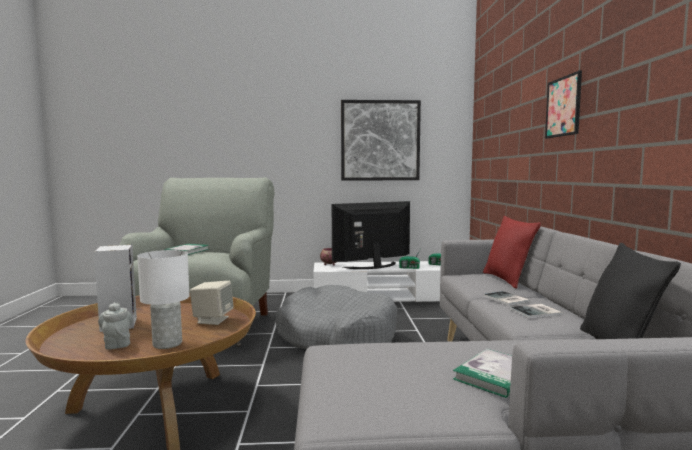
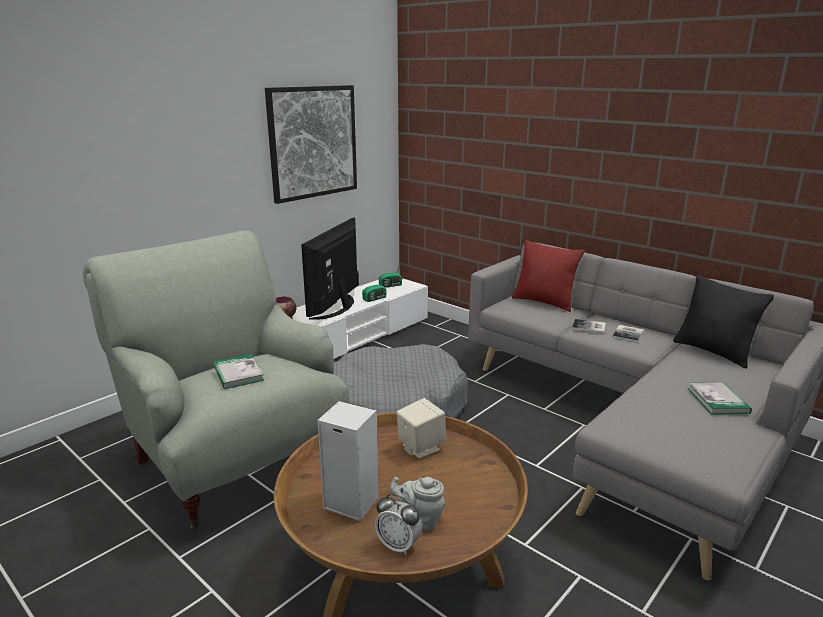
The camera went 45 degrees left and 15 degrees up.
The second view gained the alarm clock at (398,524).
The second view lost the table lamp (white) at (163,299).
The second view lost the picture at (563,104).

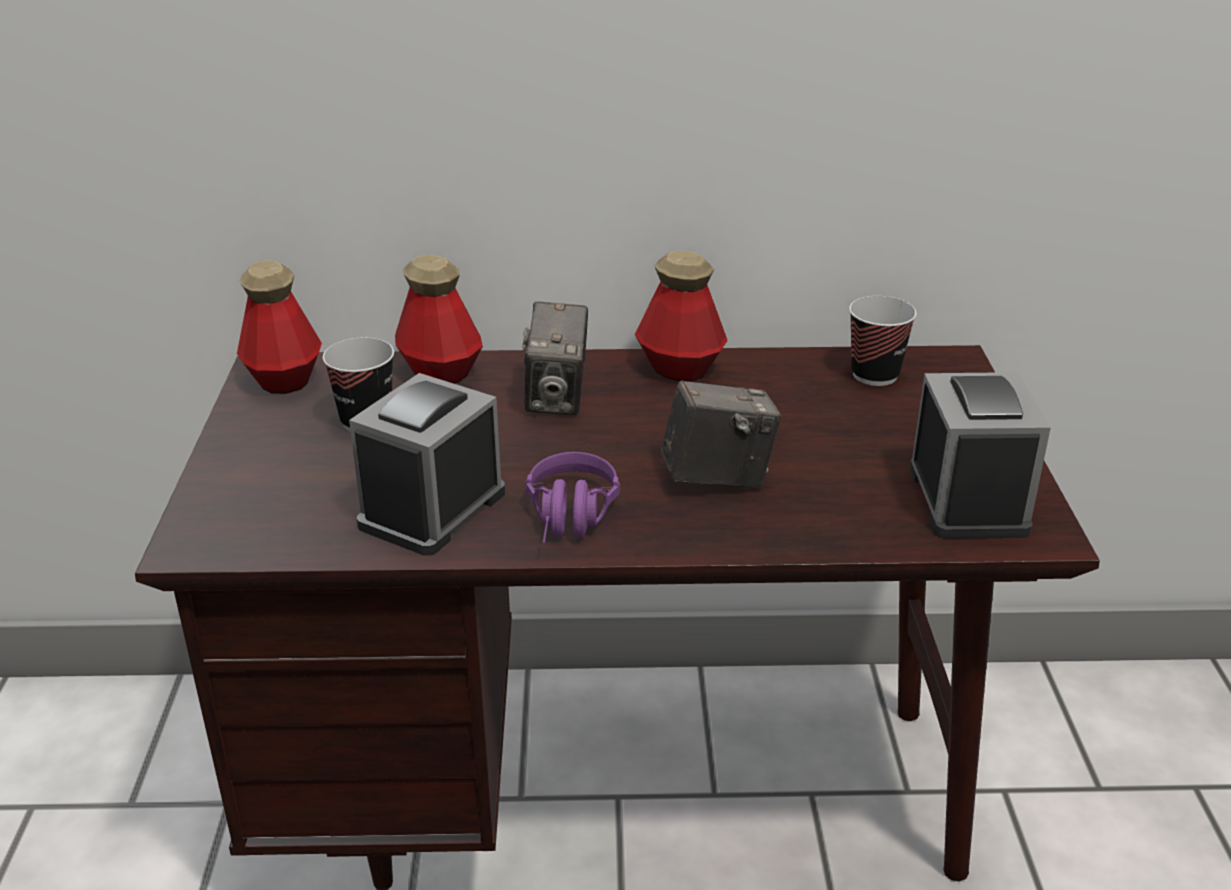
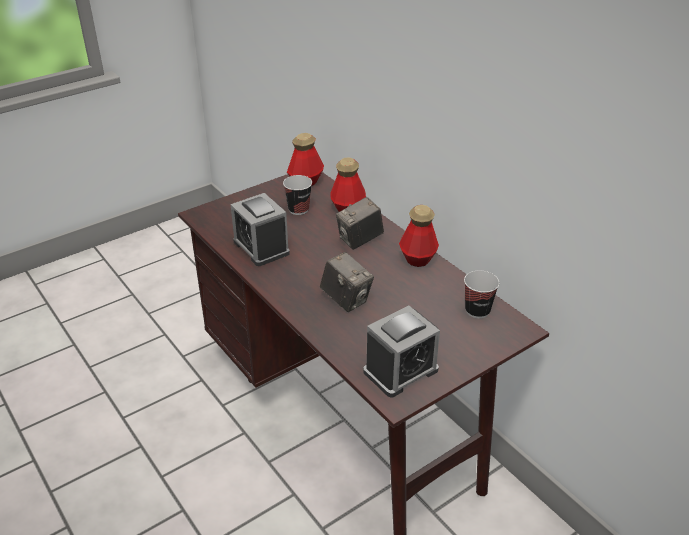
The camera went 55 degrees right and 5 degrees up.
The alarm clock at (427,464) ended up facing another way, 120 degrees counterclockwise from before.
The second view lost the headphones (purple) at (572,498).

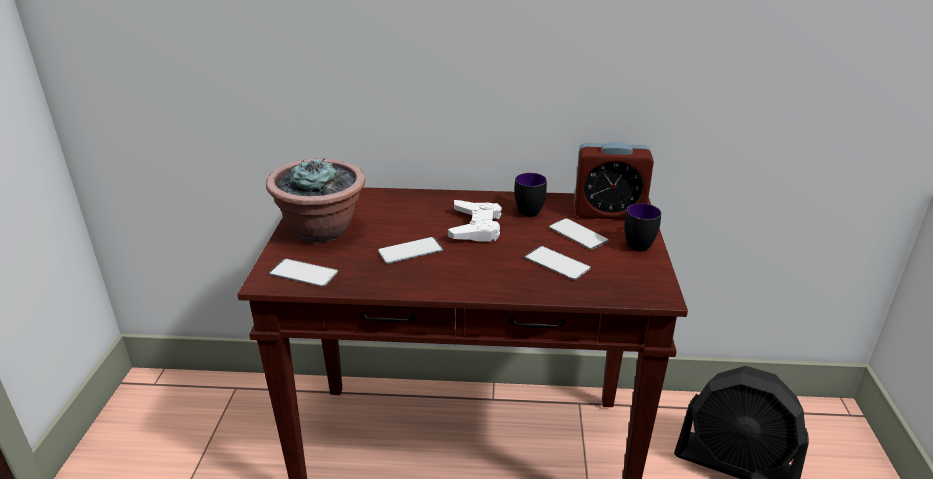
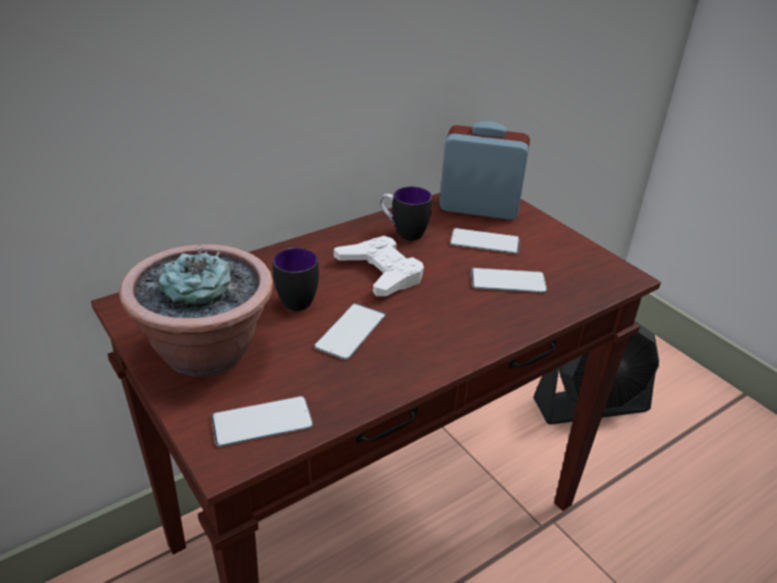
The camera went 40 degrees left and 5 degrees up.
The mug ended up elsewhere, having gone from (642,227) to (296,279).
The alarm clock at (614,181) ended up facing another way, 135 degrees counterclockwise from before.

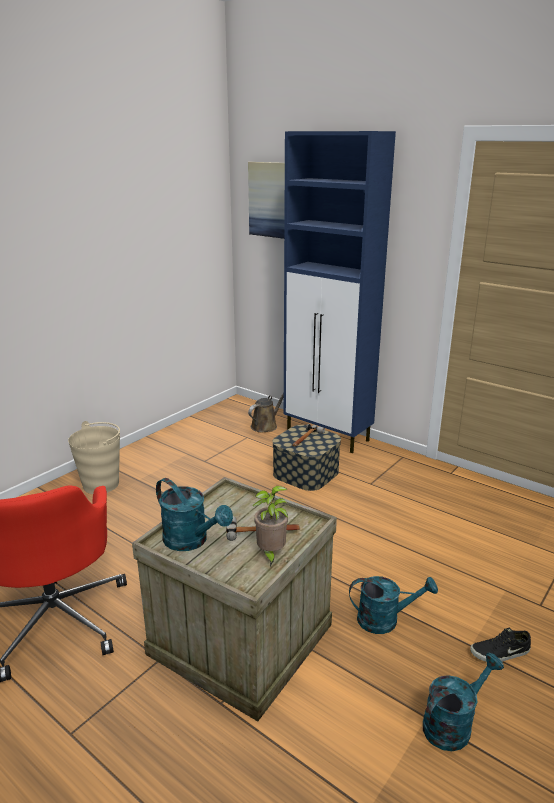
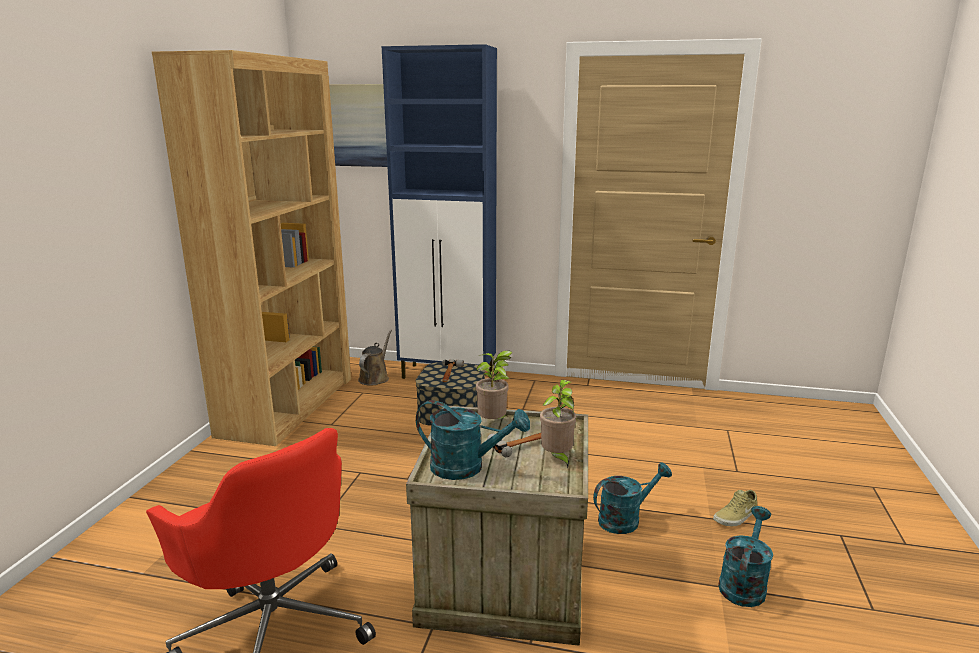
The camera went 25 degrees left and 5 degrees down.
The second view gained the bookcase (brown) at (251,248).
The second view gained the potted plant at (494,384).
What was the shoe (black) at (500,644) turned into the shoe (beige) at (735,508).
The second view lost the bucket (beige) at (94,457).

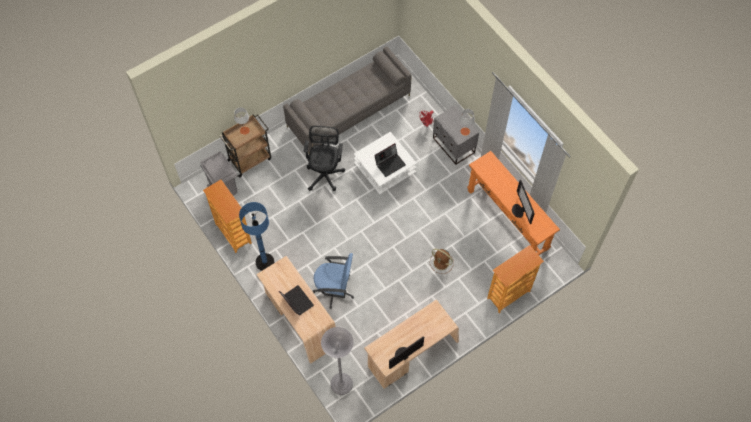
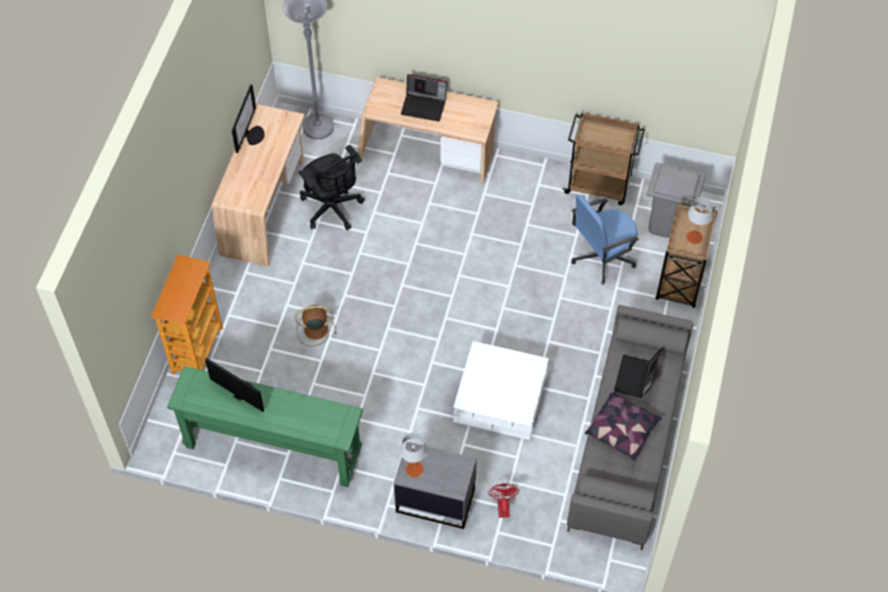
The camera went 140 degrees right and 5 degrees down.
What was the console table (orange) at (513,203) turned into the console table (green) at (265,426).
The office chair (black) ended up elsewhere, having gone from (324,158) to (331,187).
Where the bookcase stood at (227,216), the cart (brown) came to stand at (603,158).
The office chair (blue) ended up elsewhere, having gone from (333,281) to (605,240).
The second view gained the pillow at (624,425).
The laptop ended up elsewhere, having gone from (390,160) to (637,374).
The second view lost the floor lamp (blue) at (256,236).

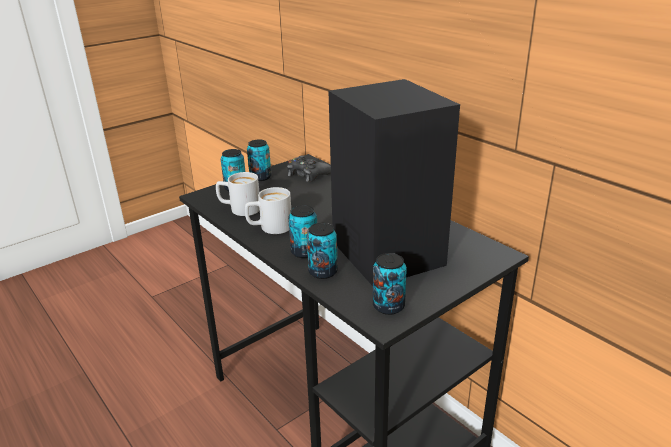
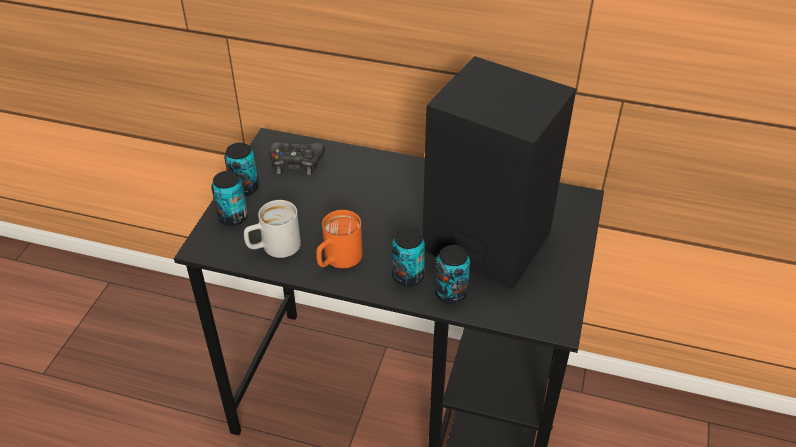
The camera went 35 degrees left and 15 degrees up.
What was the mug (white) at (268,210) turned into the mug (orange) at (339,239).
The second view lost the can at (390,284).

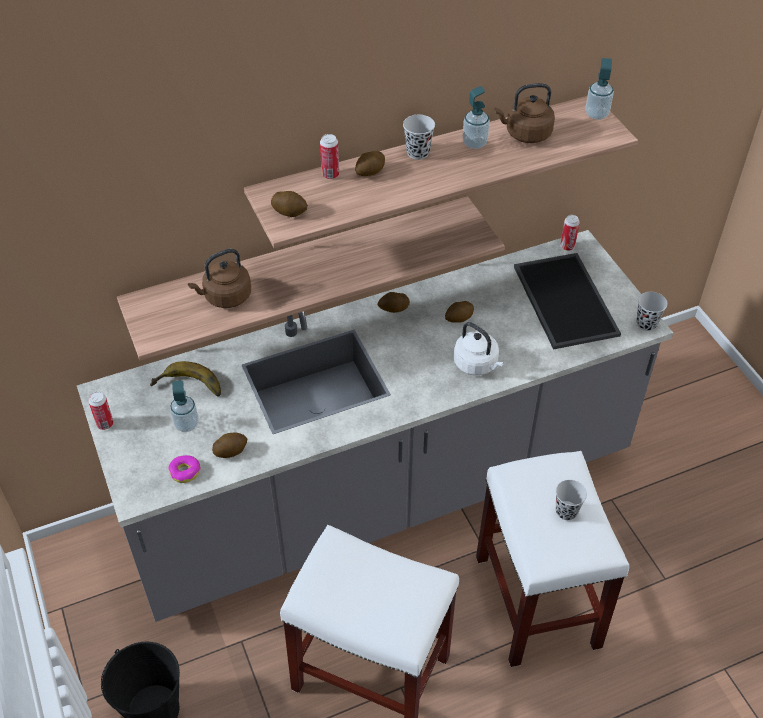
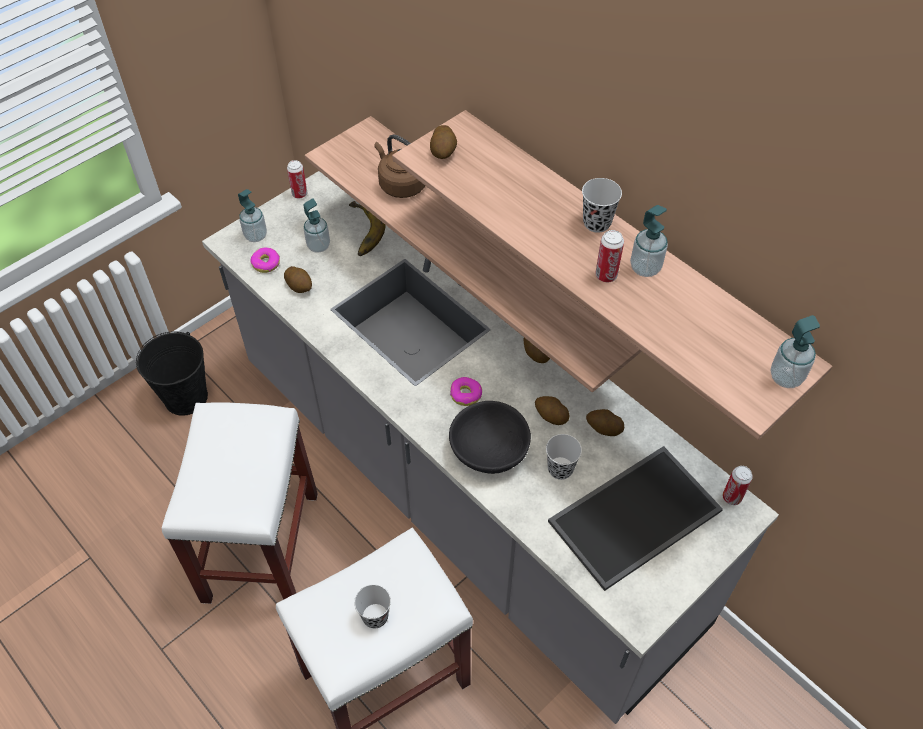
The camera went 70 degrees right and 5 degrees up.
The second view gained the soap dispenser at (252,215).
Where the kettle (white) stood at (479,349), the bowl (black) came to stand at (490,437).
The second view gained the donut at (466,391).
The cup (black) ended up elsewhere, having gone from (651,311) to (564,457).
The potato ended up elsewhere, having gone from (370,163) to (605,422).
The can ended up elsewhere, having gone from (329,156) to (609,256).
The second view lost the kettle (brown) at (524,113).

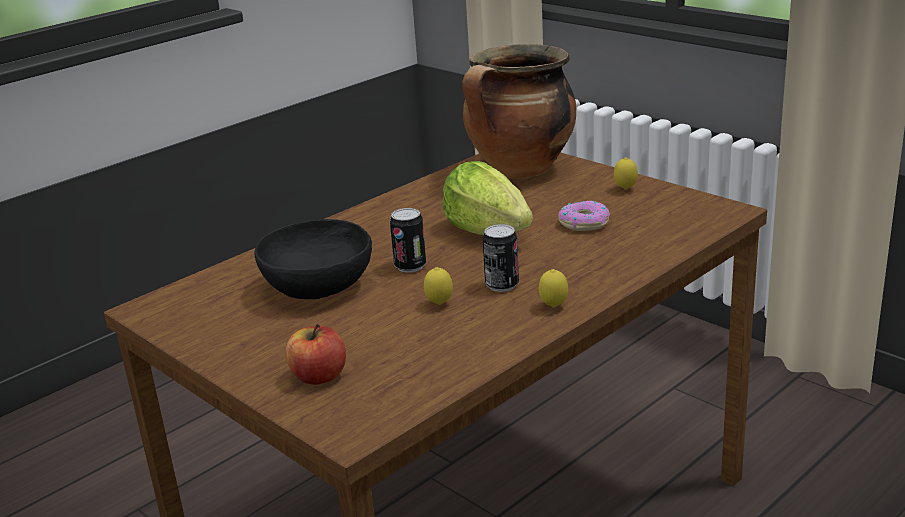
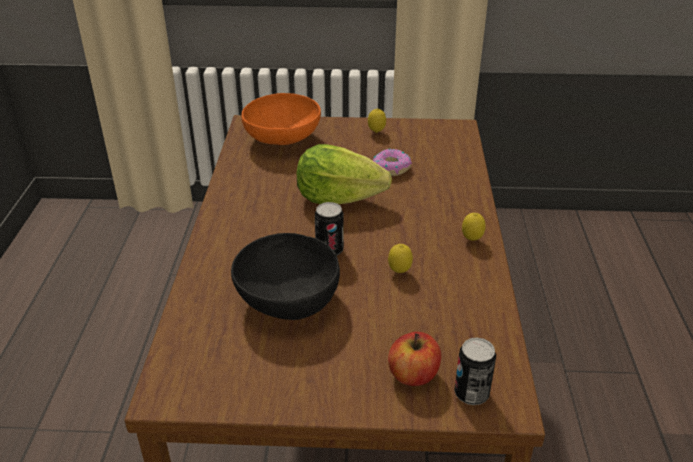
The camera went 45 degrees left and 10 degrees up.
Where the cooking pot stood at (519,111), the bowl (orange) came to stand at (281,119).
The can ended up elsewhere, having gone from (501,258) to (475,371).

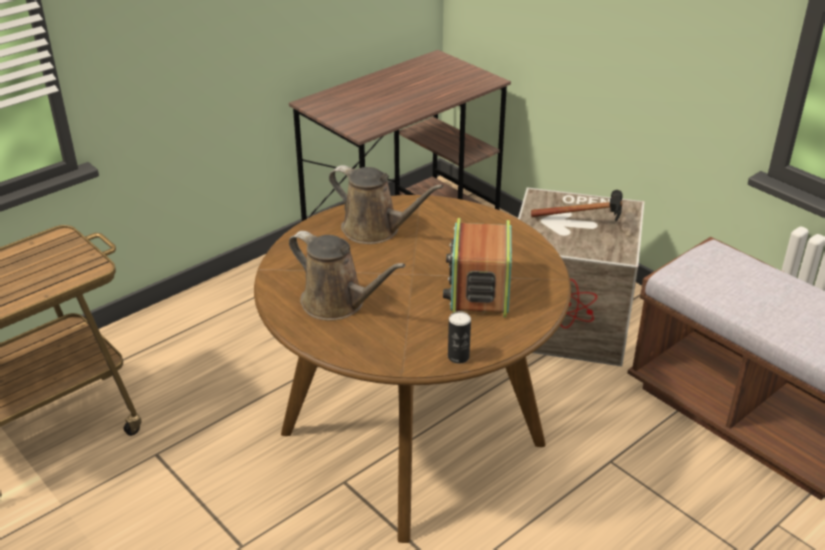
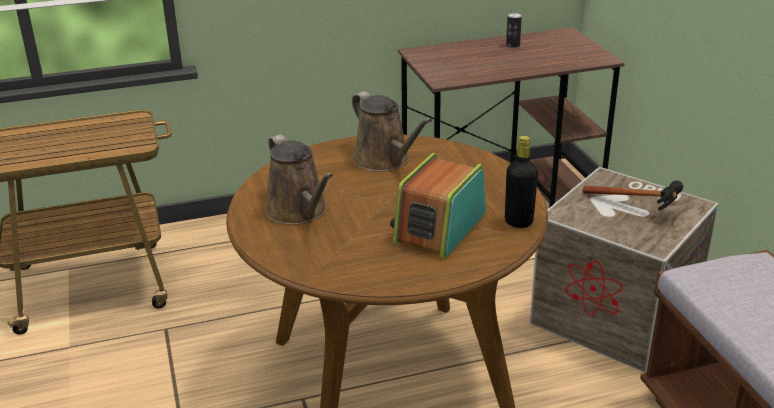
The camera went 25 degrees right and 5 degrees down.
The second view gained the bottle (black) at (521,182).
The can ended up elsewhere, having gone from (459,337) to (514,30).

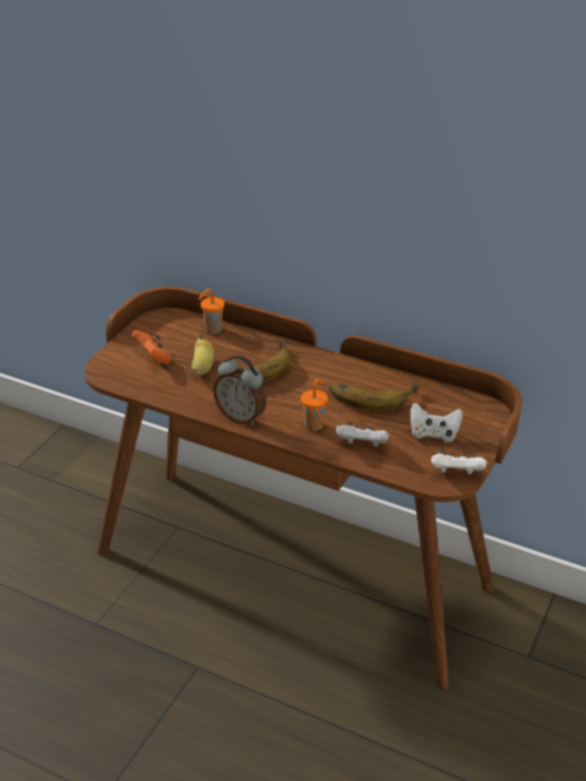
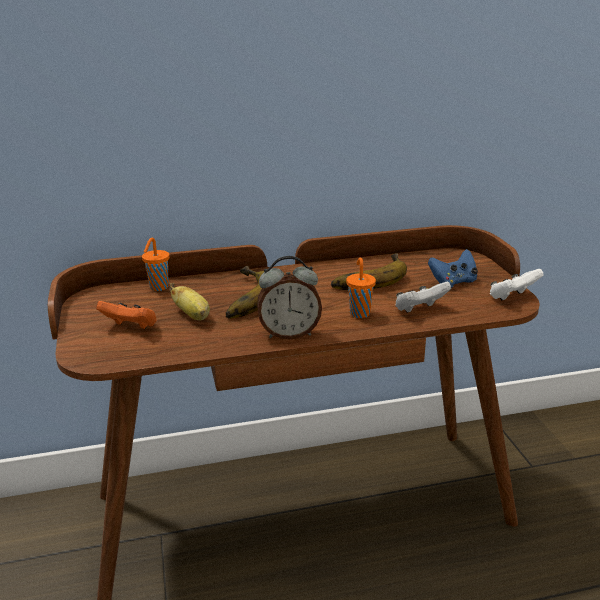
The camera went 40 degrees left and 10 degrees down.
What was the game controller (white) at (436,423) turned into the game controller (blue) at (453,268).

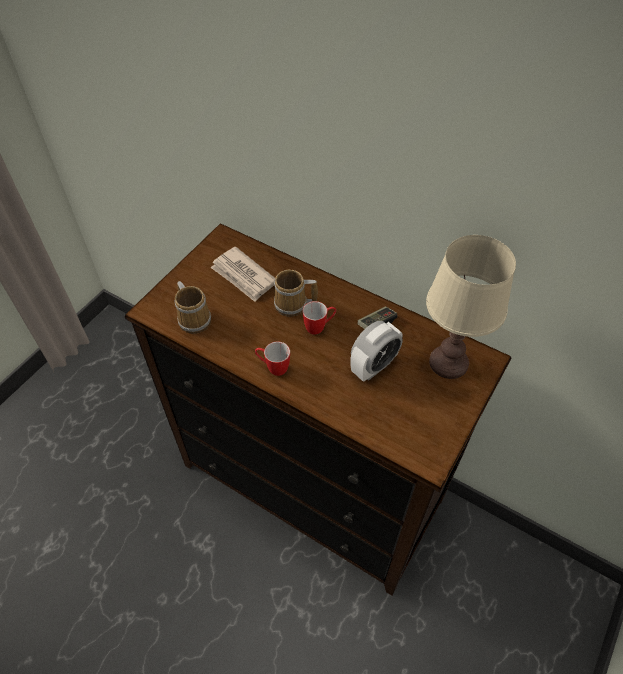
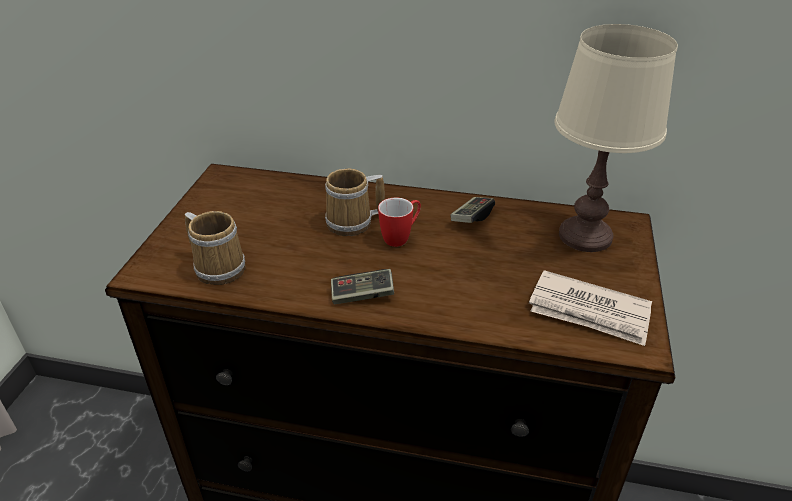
The camera went 20 degrees left and 15 degrees down.
Where the mug stood at (272,358), the game controller came to stand at (362,287).
The newspaper ended up elsewhere, having gone from (242,274) to (590,308).
The second view lost the alarm clock at (376,351).

